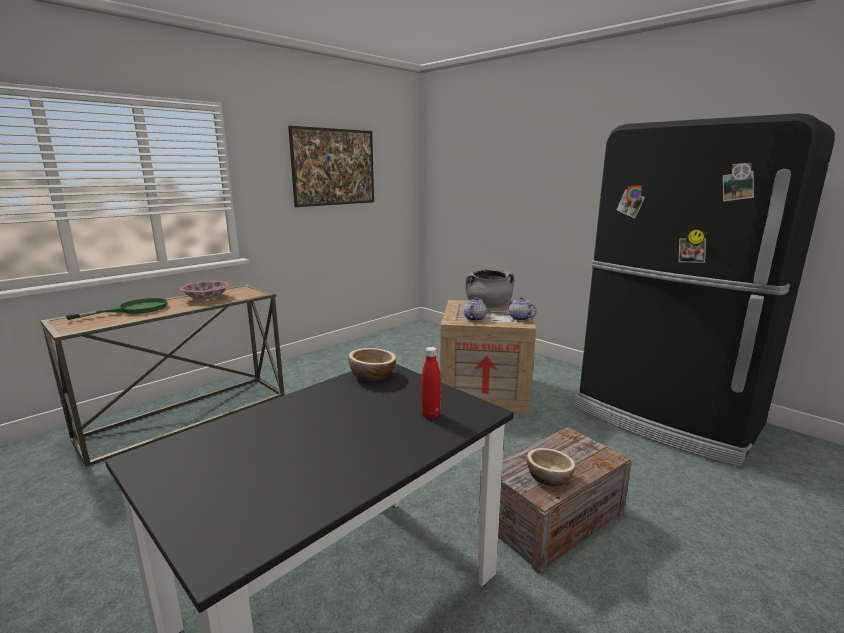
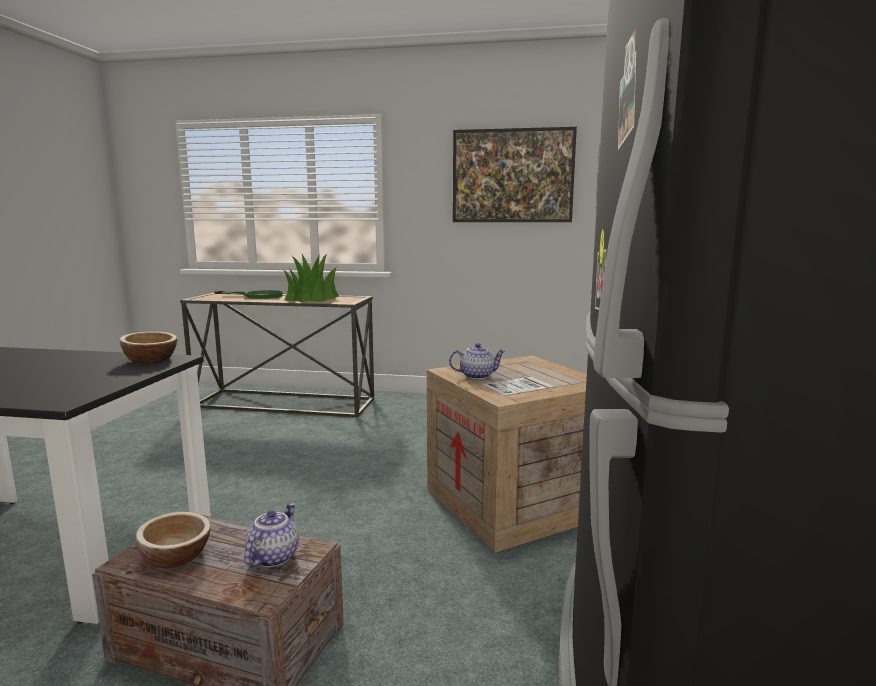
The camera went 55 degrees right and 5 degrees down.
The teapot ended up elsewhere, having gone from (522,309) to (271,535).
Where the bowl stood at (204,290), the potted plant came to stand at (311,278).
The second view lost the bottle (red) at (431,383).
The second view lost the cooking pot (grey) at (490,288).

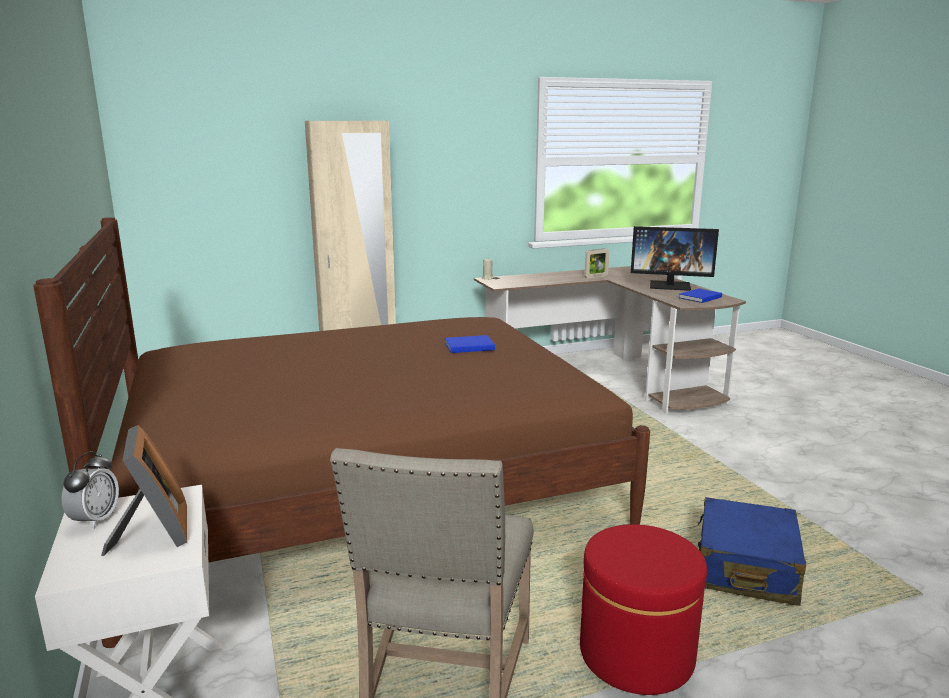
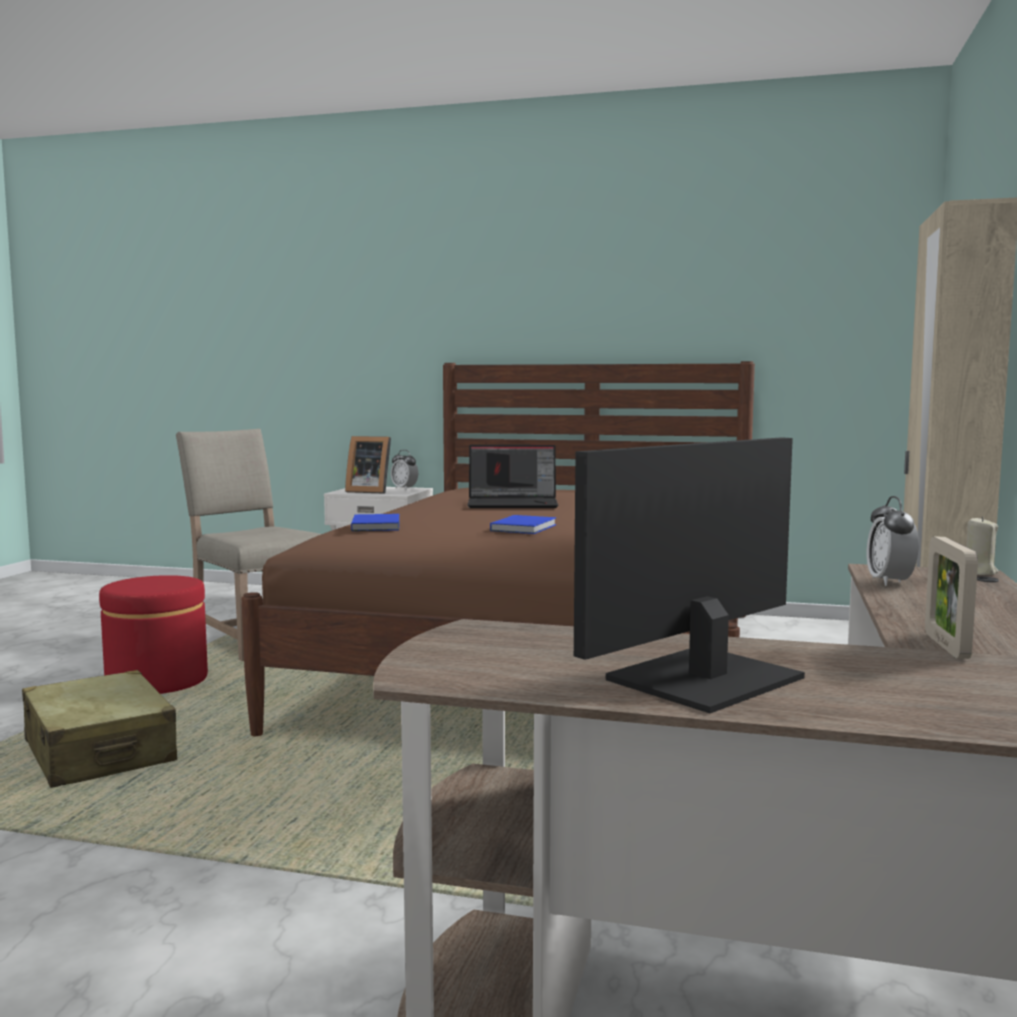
The camera went 125 degrees right and 10 degrees down.
What was the suitcase (blue) at (752,551) turned into the suitcase (beige) at (99,729).
The book (blue) ended up elsewhere, having gone from (700,295) to (375,522).
The second view gained the laptop at (512,476).
The second view gained the alarm clock at (893,541).

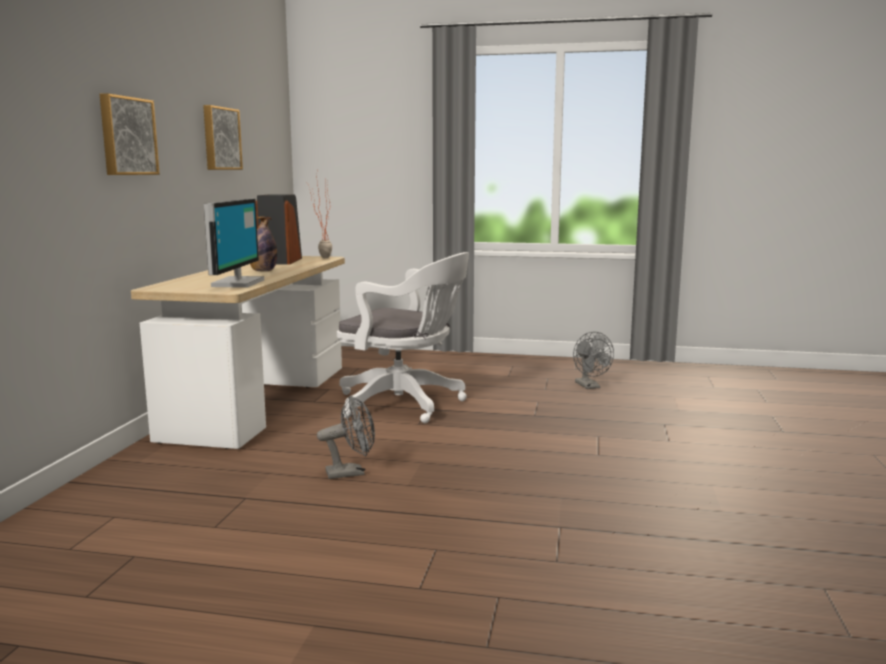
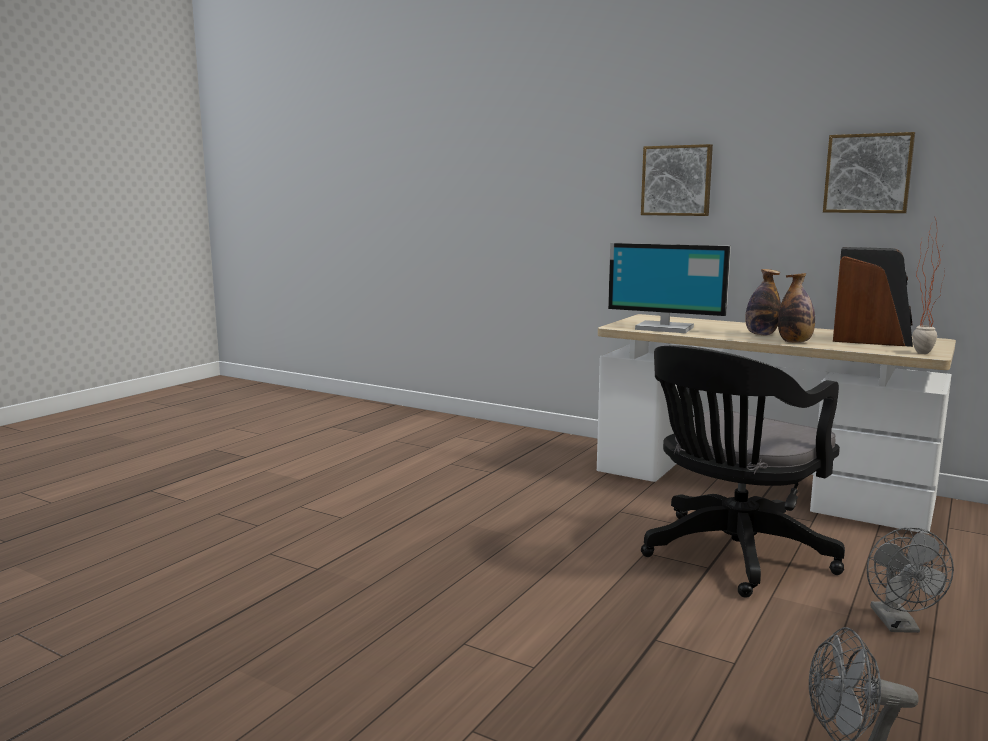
The camera went 110 degrees right and 0 degrees up.
What was the office chair (white) at (403,337) turned into the office chair (black) at (743,471).
The second view gained the bottle at (796,308).
The fan (grey) ended up elsewhere, having gone from (346,437) to (910,580).

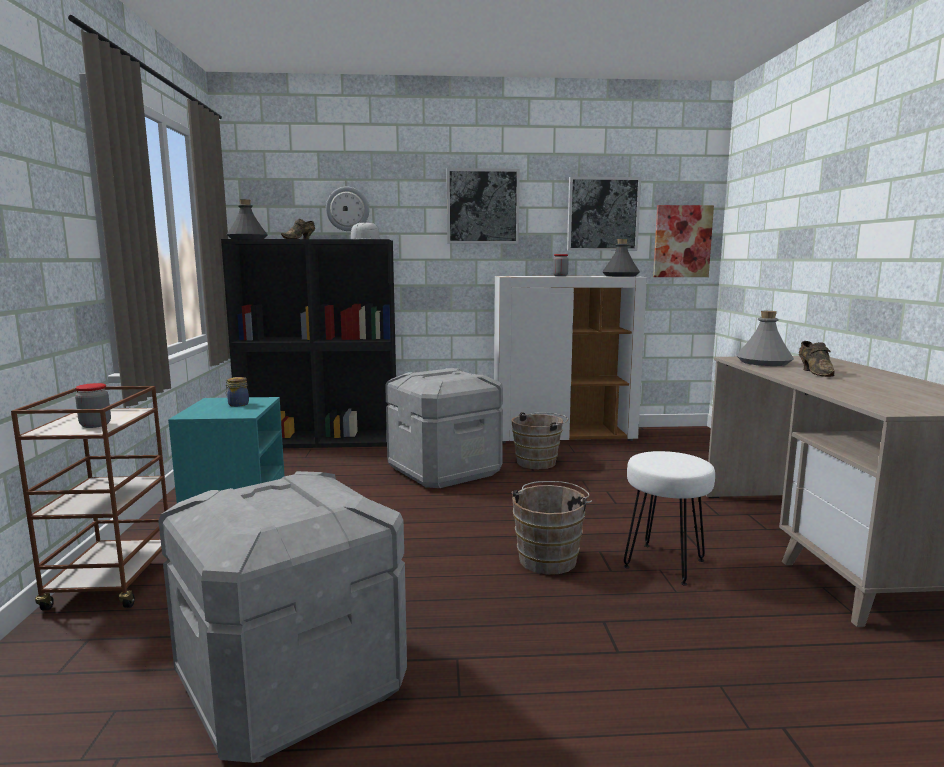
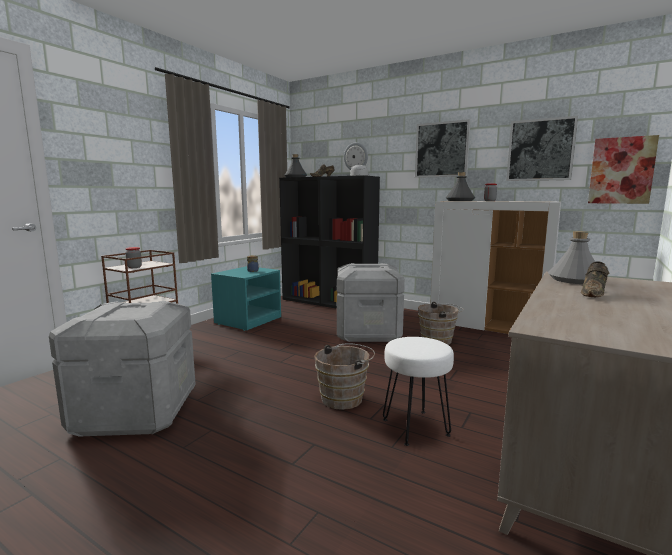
The camera went 35 degrees right and 0 degrees up.
The bottle (grey) ended up elsewhere, having gone from (621,258) to (460,186).

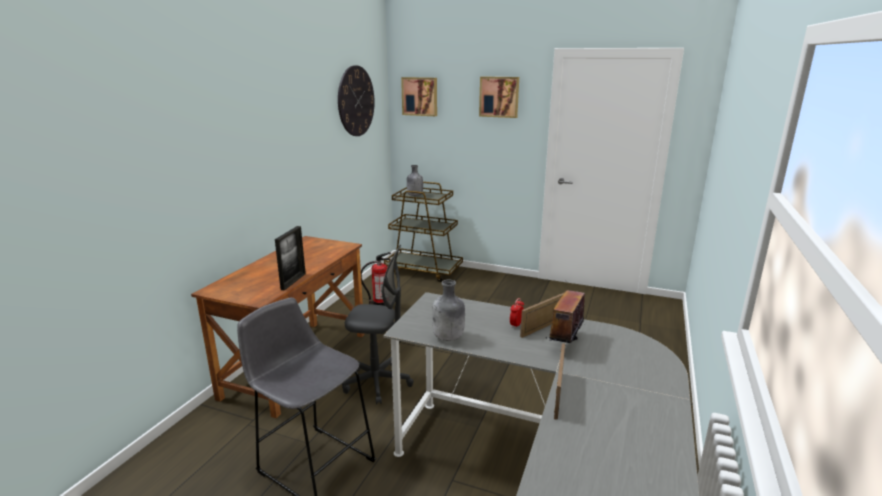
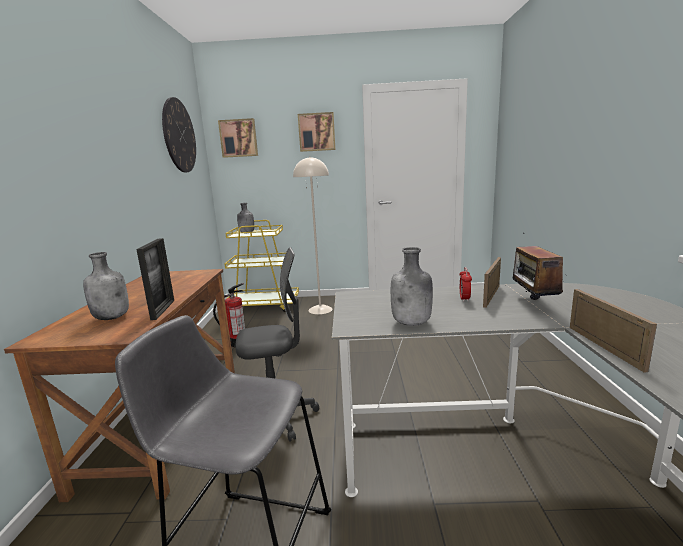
The camera went 20 degrees left and 5 degrees down.
The second view gained the bottle (grey) at (106,286).
What was the cart (brown) at (423,232) turned into the cart (yellow) at (261,266).
The second view gained the floor lamp (beige) at (312,235).

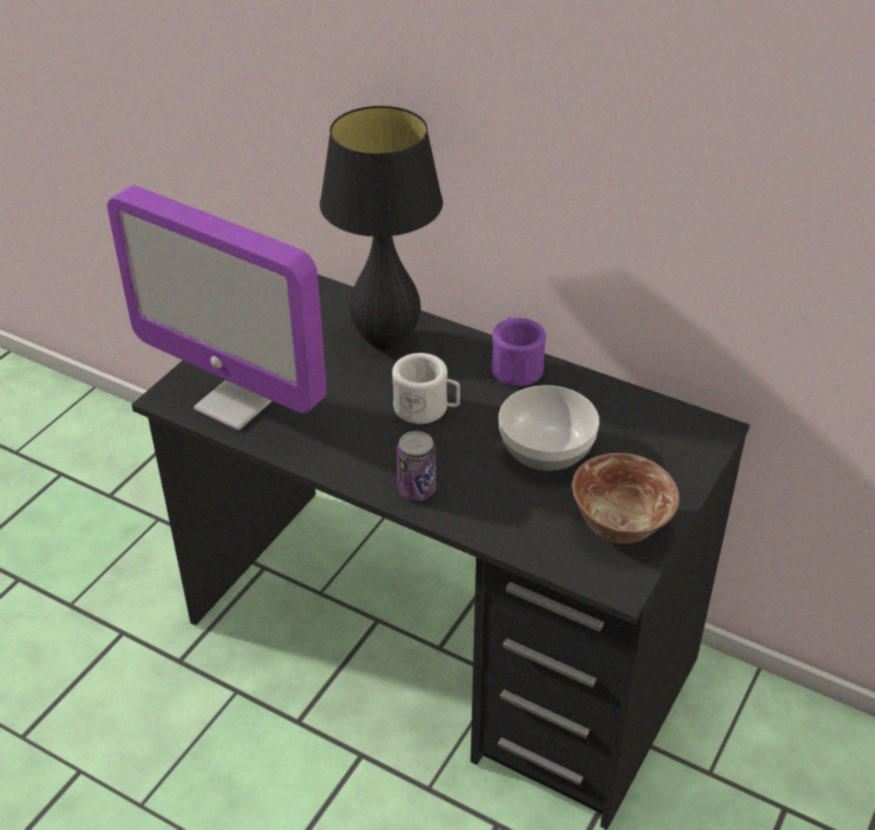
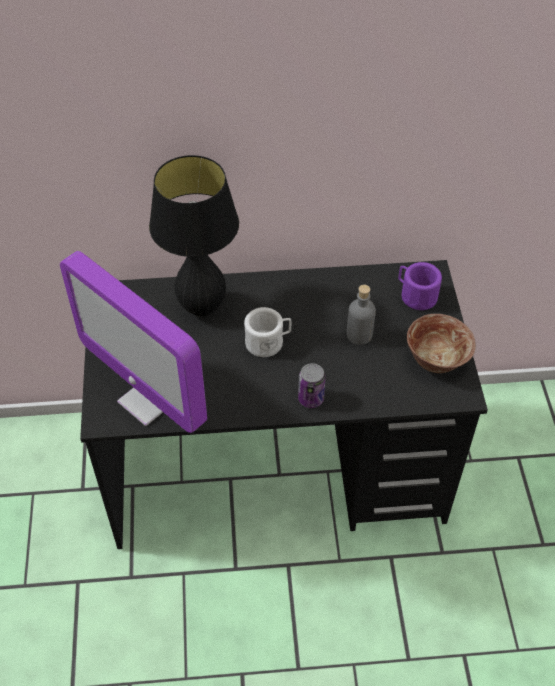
The camera went 35 degrees left and 10 degrees up.
The monitor at (217,307) ended up facing another way, 45 degrees clockwise from before.
Where the bowl stood at (549,428), the bottle (grey) came to stand at (361,315).
The mug (purple) ended up elsewhere, having gone from (518,351) to (420,286).

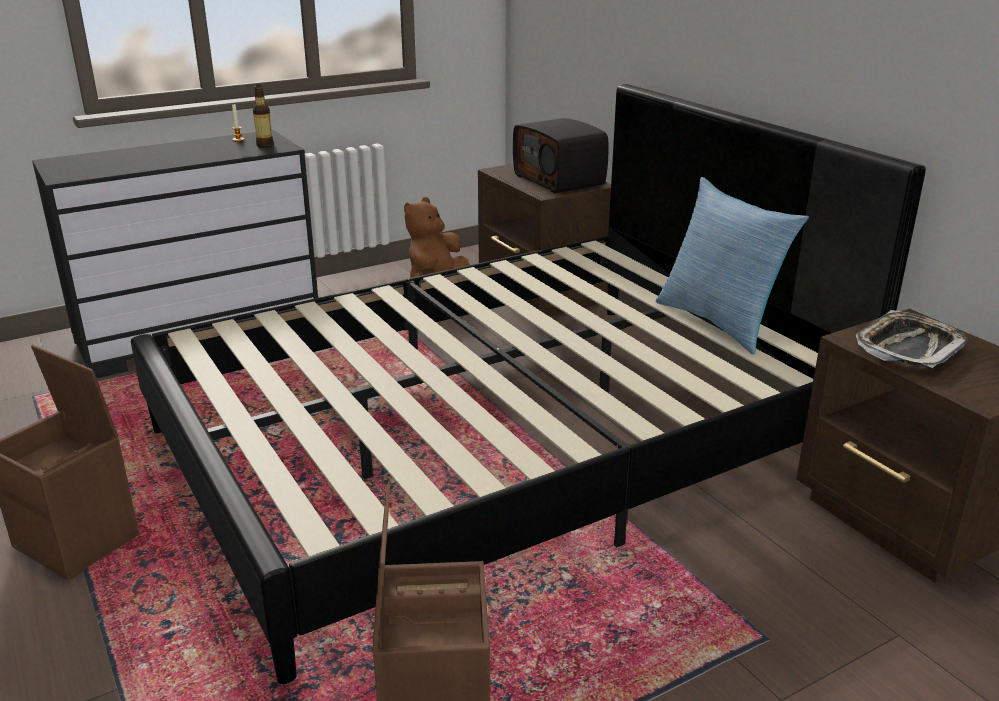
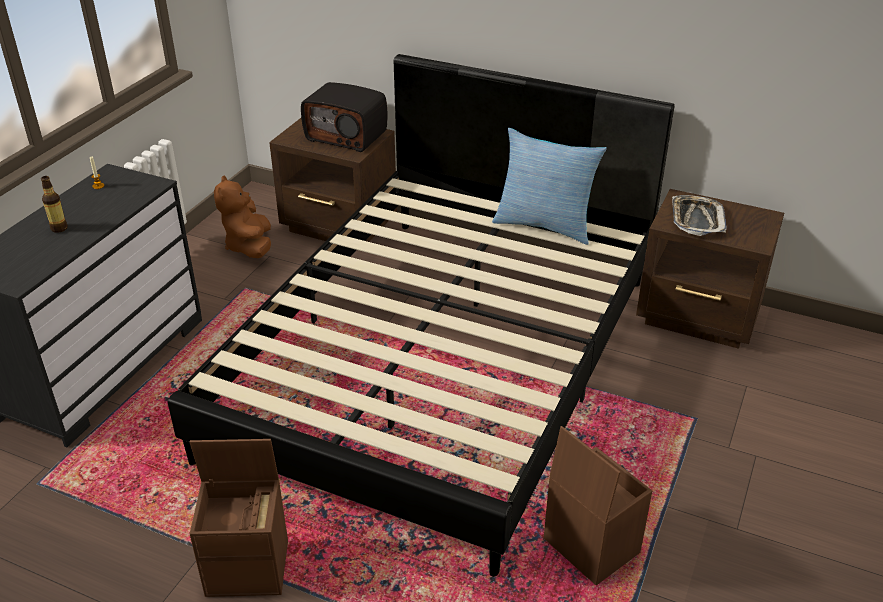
The camera went 35 degrees left and 10 degrees up.
The bottle ended up elsewhere, having gone from (263,116) to (54,204).

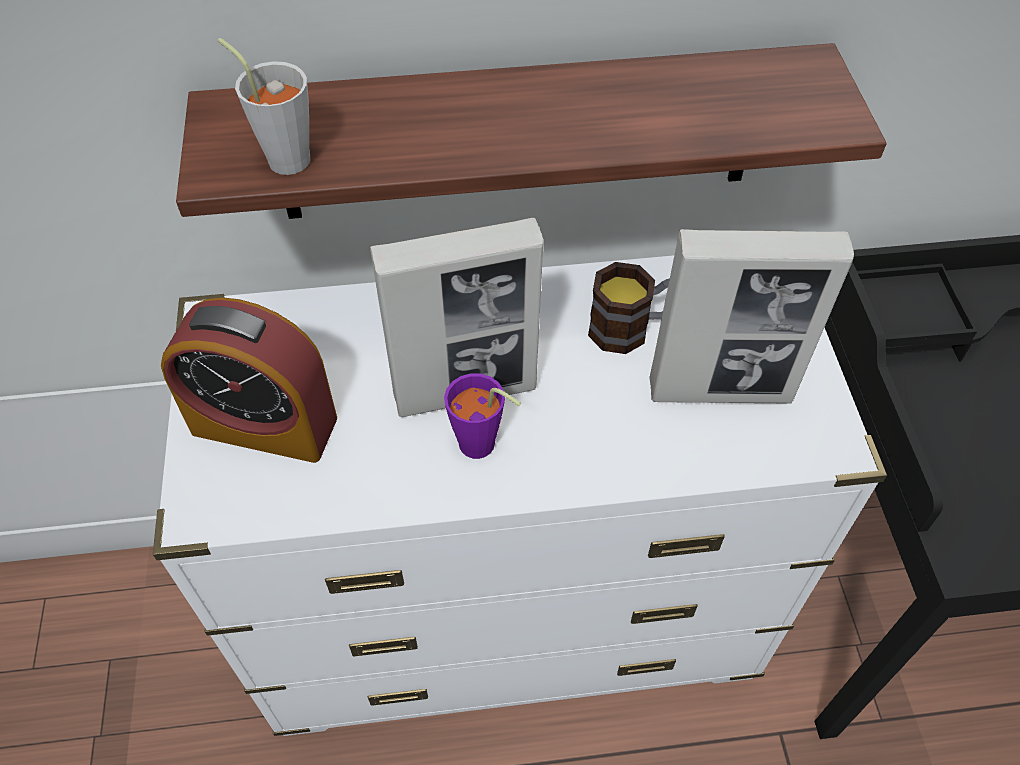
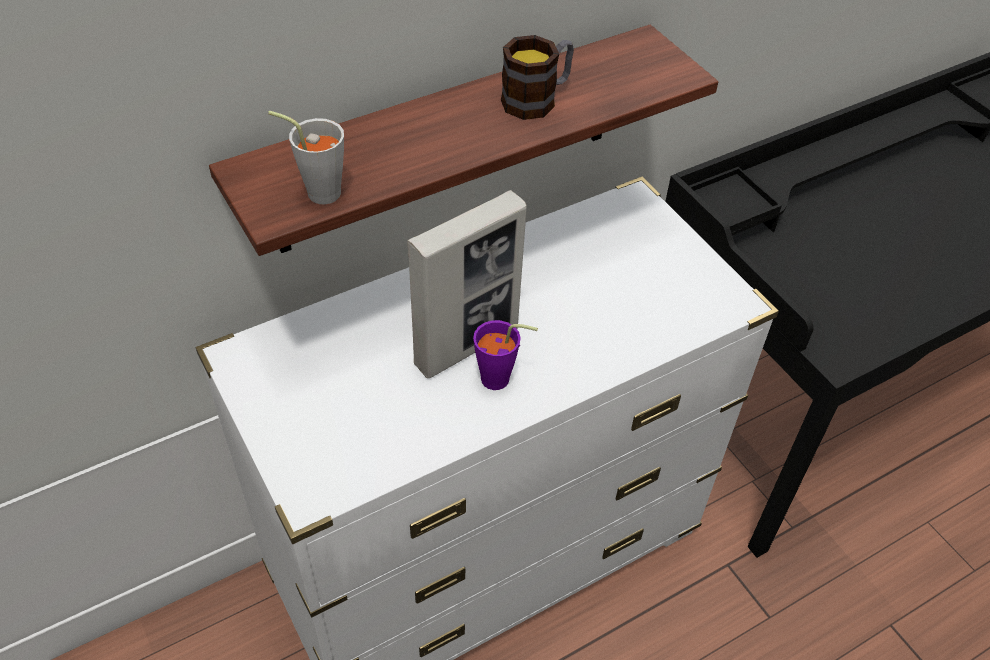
The camera went 25 degrees left and 5 degrees down.
The mug ended up elsewhere, having gone from (629,308) to (537,77).
The second view lost the alarm clock at (249,380).
The second view lost the picture frame at (751,316).

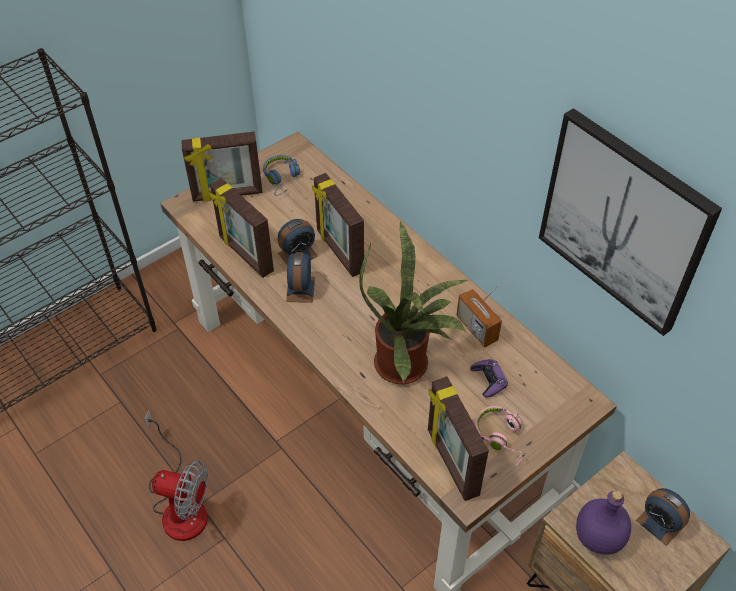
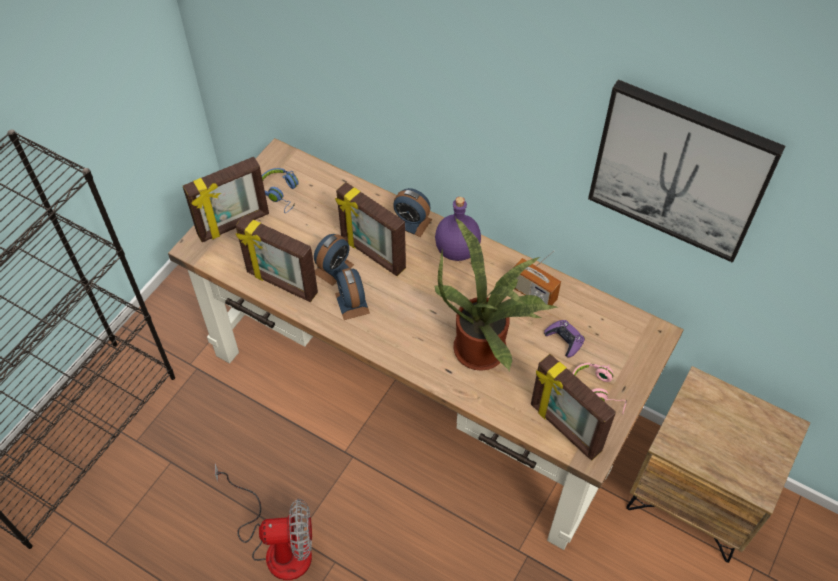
The camera went 20 degrees left and 5 degrees up.
The alarm clock ended up elsewhere, having gone from (663,517) to (412,212).
The bottle (purple) ended up elsewhere, having gone from (603,522) to (458,229).

